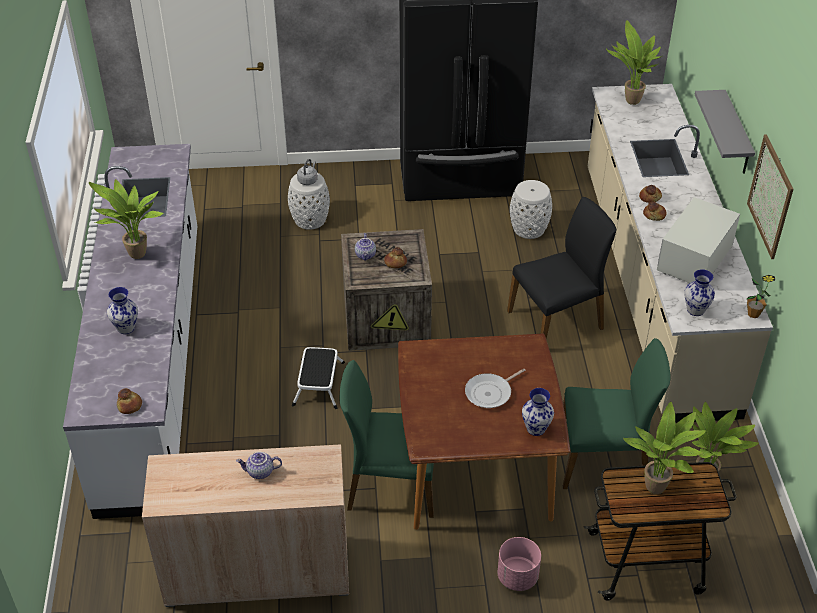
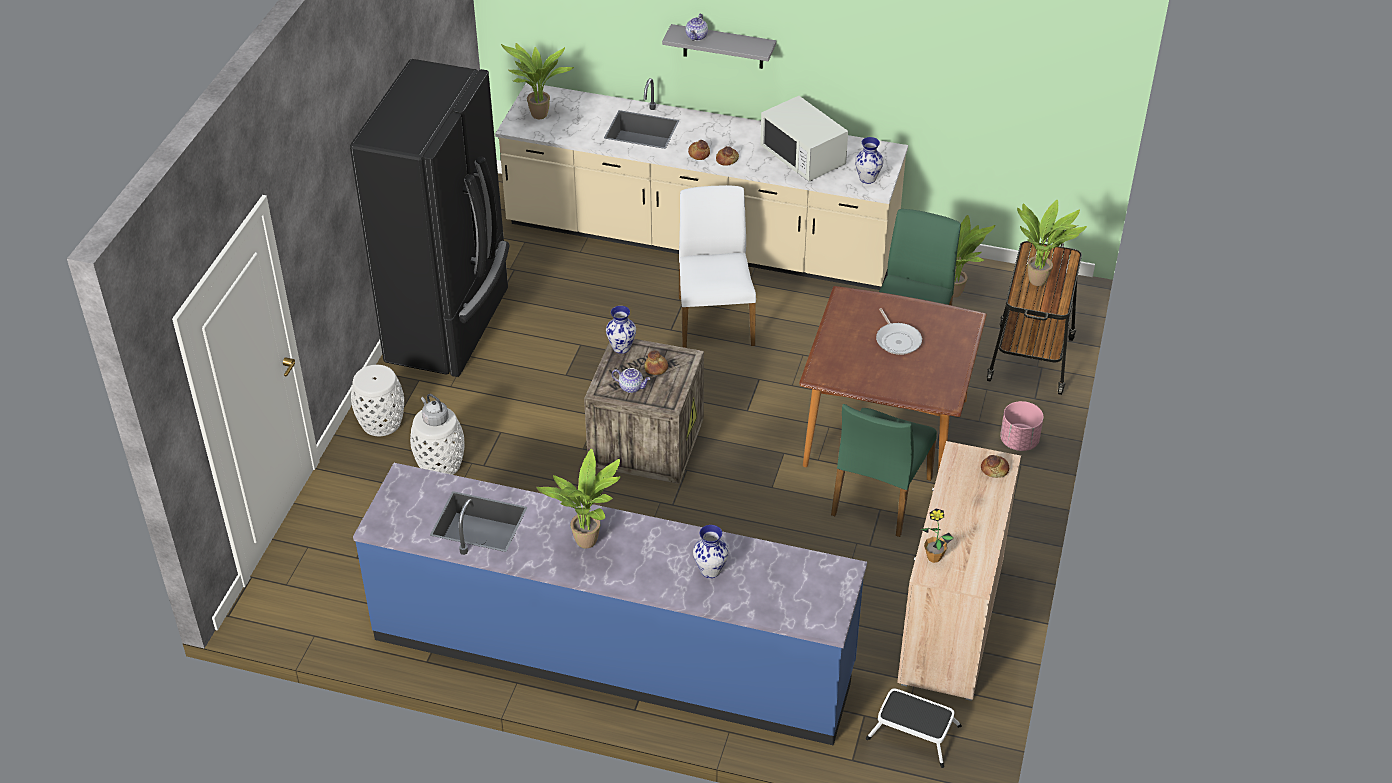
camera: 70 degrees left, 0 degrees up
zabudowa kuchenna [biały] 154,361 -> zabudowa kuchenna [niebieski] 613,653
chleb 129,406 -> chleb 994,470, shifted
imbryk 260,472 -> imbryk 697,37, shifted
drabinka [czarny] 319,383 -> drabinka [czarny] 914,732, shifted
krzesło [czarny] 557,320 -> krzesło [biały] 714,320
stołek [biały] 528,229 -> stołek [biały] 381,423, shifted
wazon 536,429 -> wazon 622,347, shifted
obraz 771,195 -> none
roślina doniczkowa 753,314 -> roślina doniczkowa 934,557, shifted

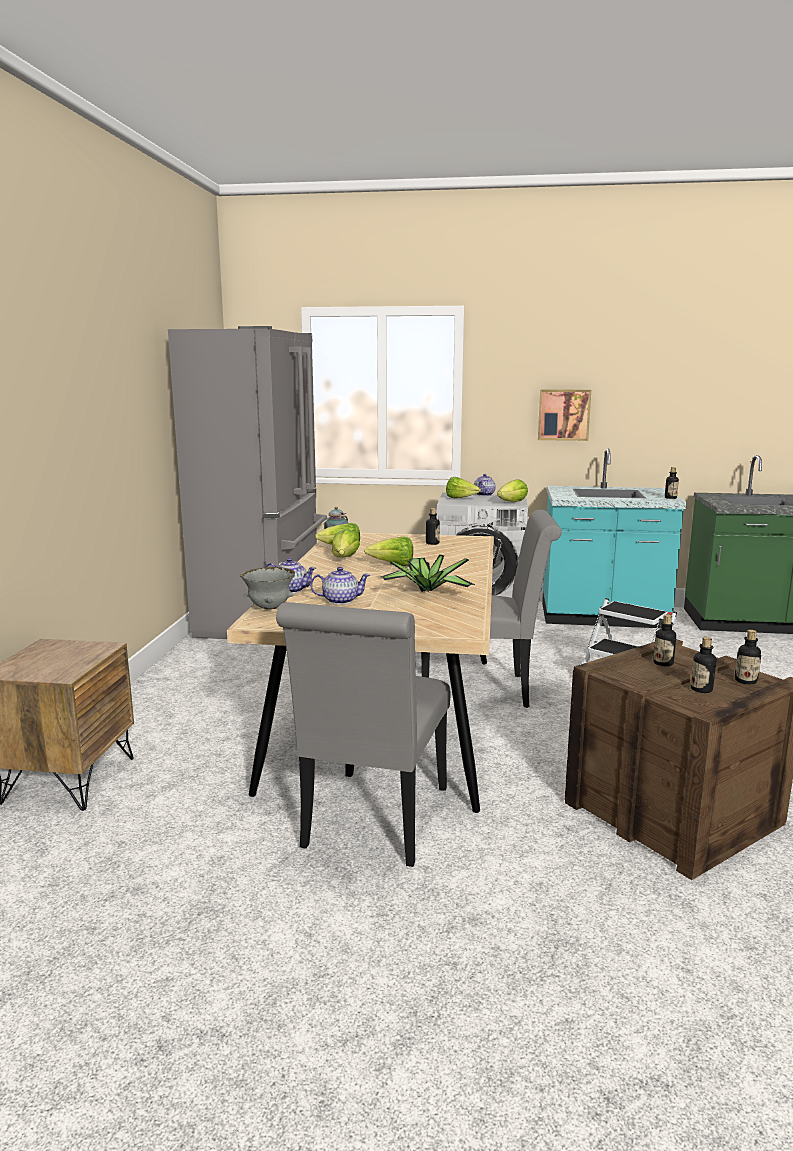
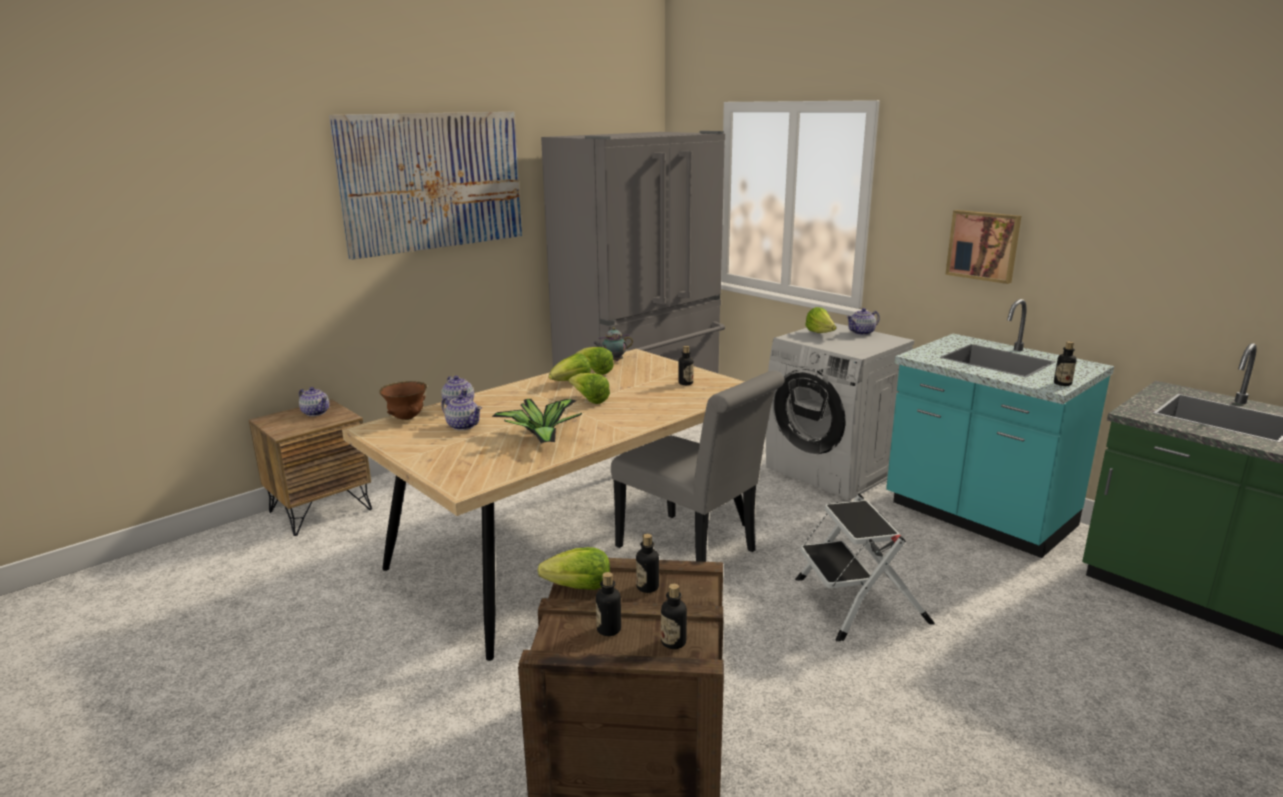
camera: 40 degrees right, 5 degrees up
miska [szary] 269,608 -> miska [brązowy] 407,418
krzesło [szary] 373,823 -> none
sałata 512,502 -> sałata 579,588, shifted
none -> imbryk 315,412
none -> obraz 433,181

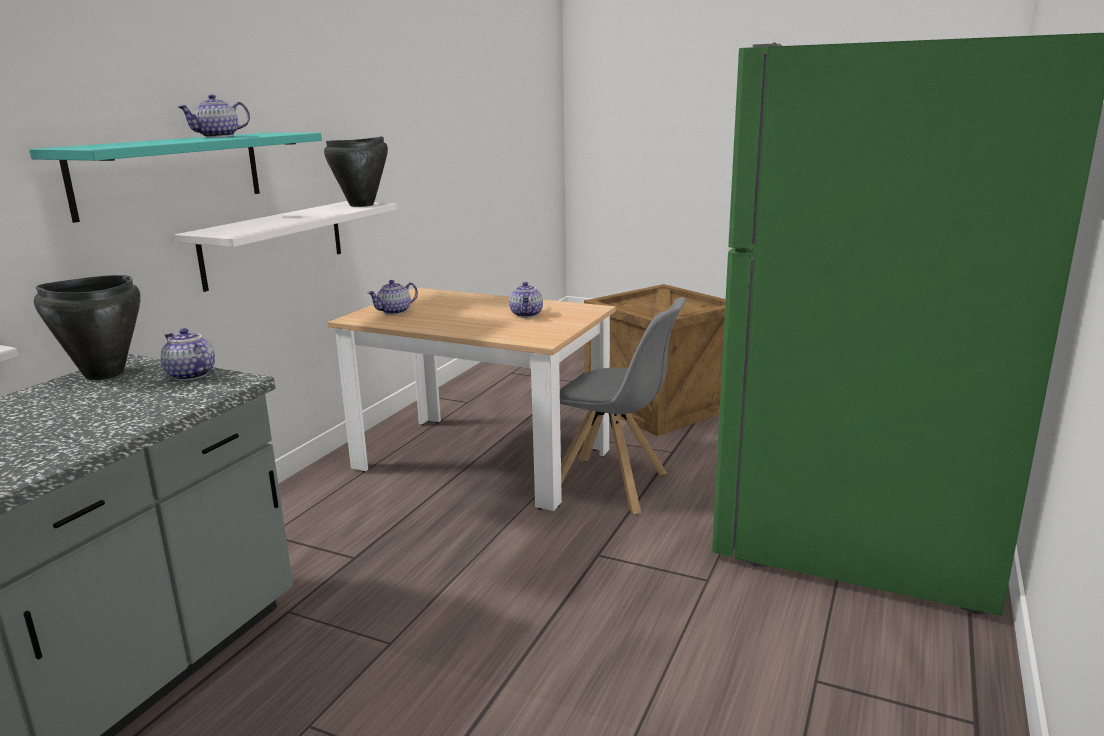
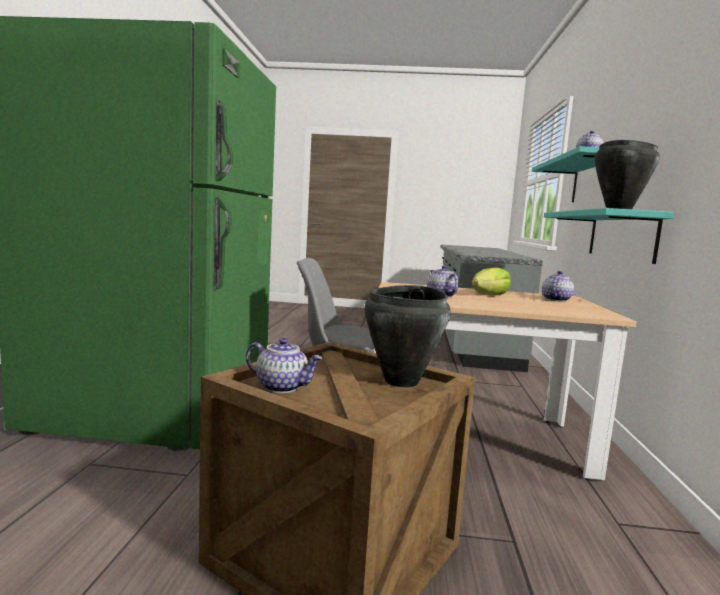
camera: 160 degrees right, 10 degrees down
garnek [czarny] 103,374 -> garnek [czarny] 402,381, shifted
imbryk 189,375 -> imbryk 283,387, shifted
półka [biały] 274,243 -> półka [turkusowy] 621,236
none -> sałata 489,295

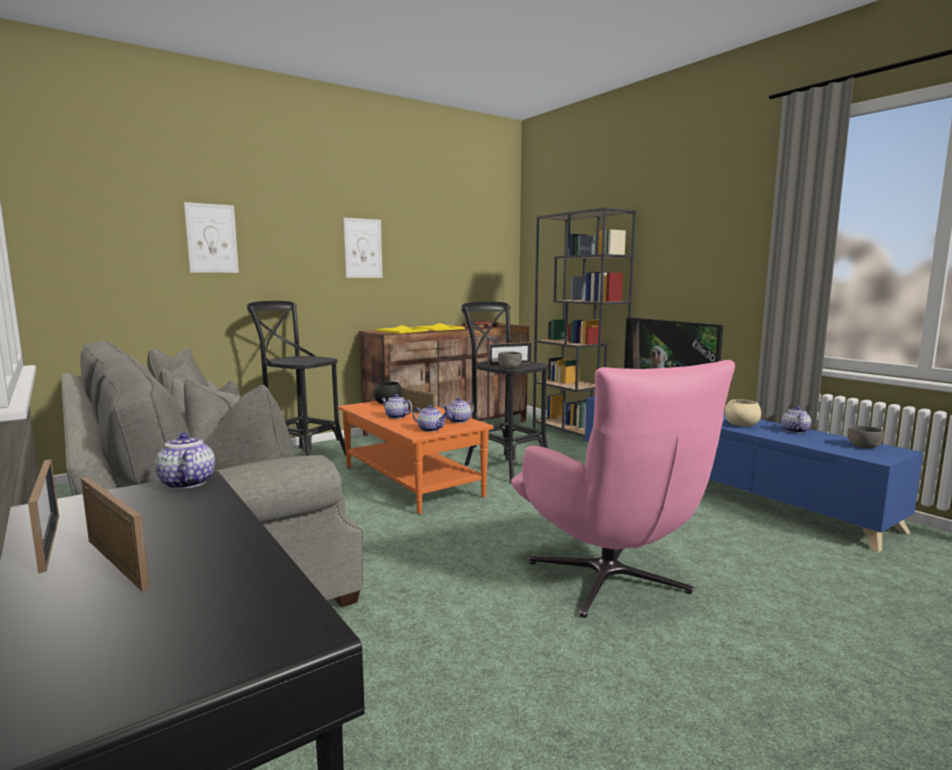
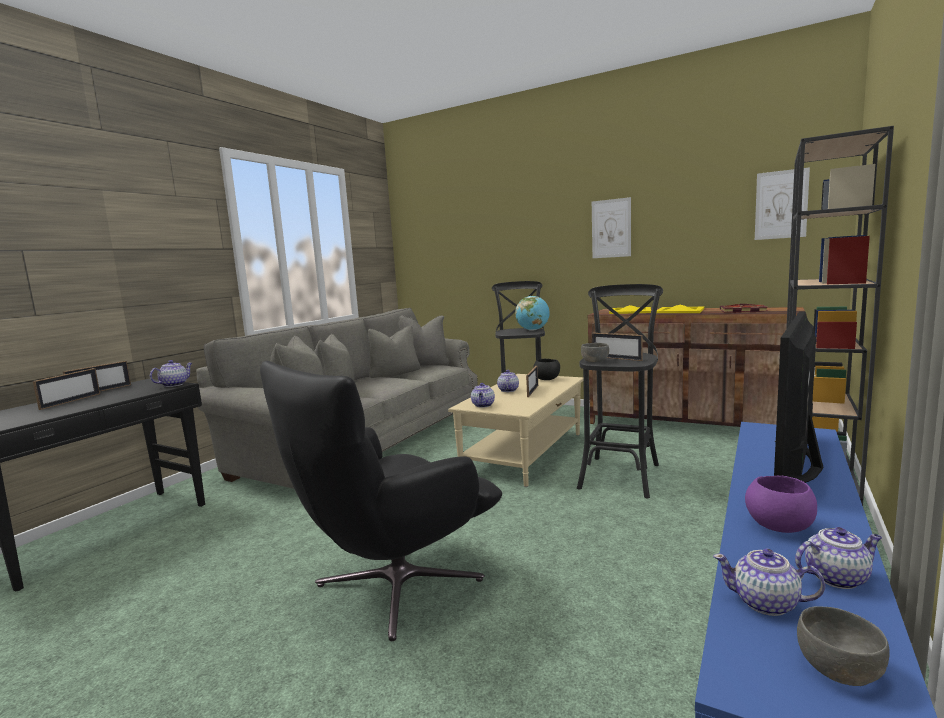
camera: 65 degrees right, 0 degrees up
obraz 212,238 -> obraz 781,204, shifted
ława [pomarańczowy] 411,481 -> ława [beżowy] 525,453
imbryk 459,421 -> imbryk 766,603, shifted
fotel [różowy] 607,577 -> fotel [czarny] 398,583
miska [beżowy] 741,425 -> miska [fioletowy] 780,526
none -> globus 533,330

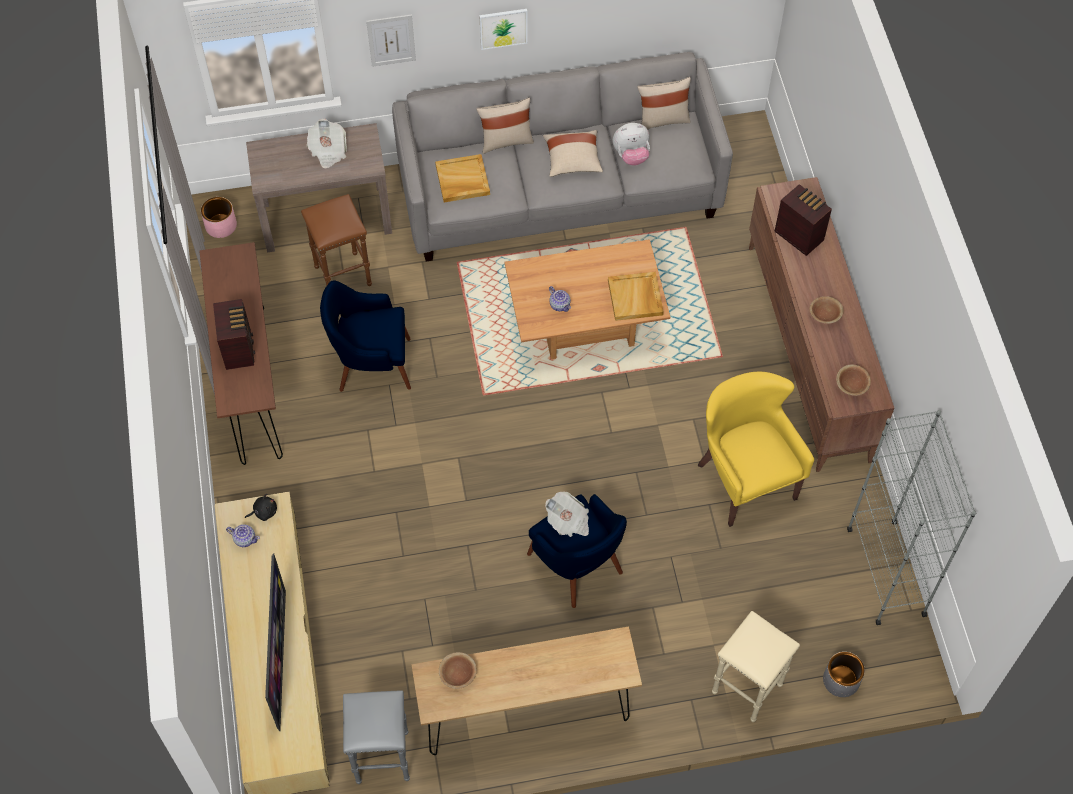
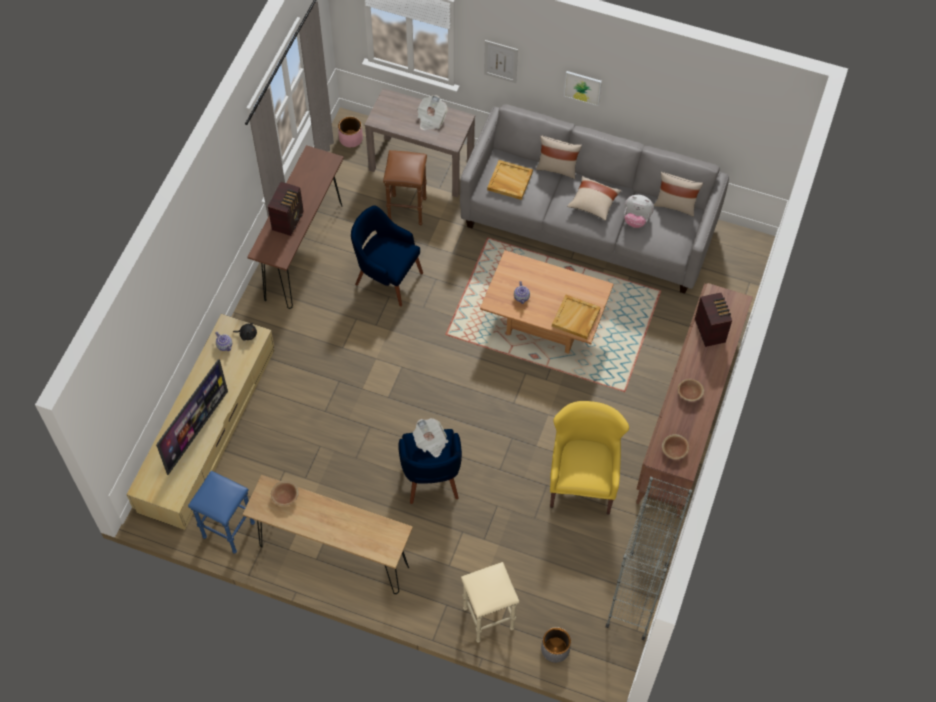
camera: 30 degrees right, 0 degrees up
stołek [szary] 383,755 -> stołek [niebieski] 230,529

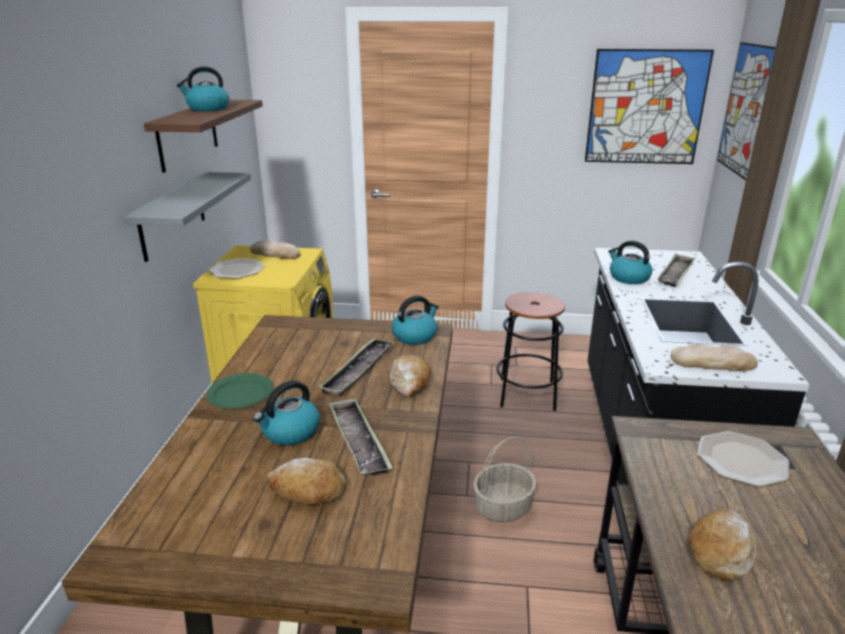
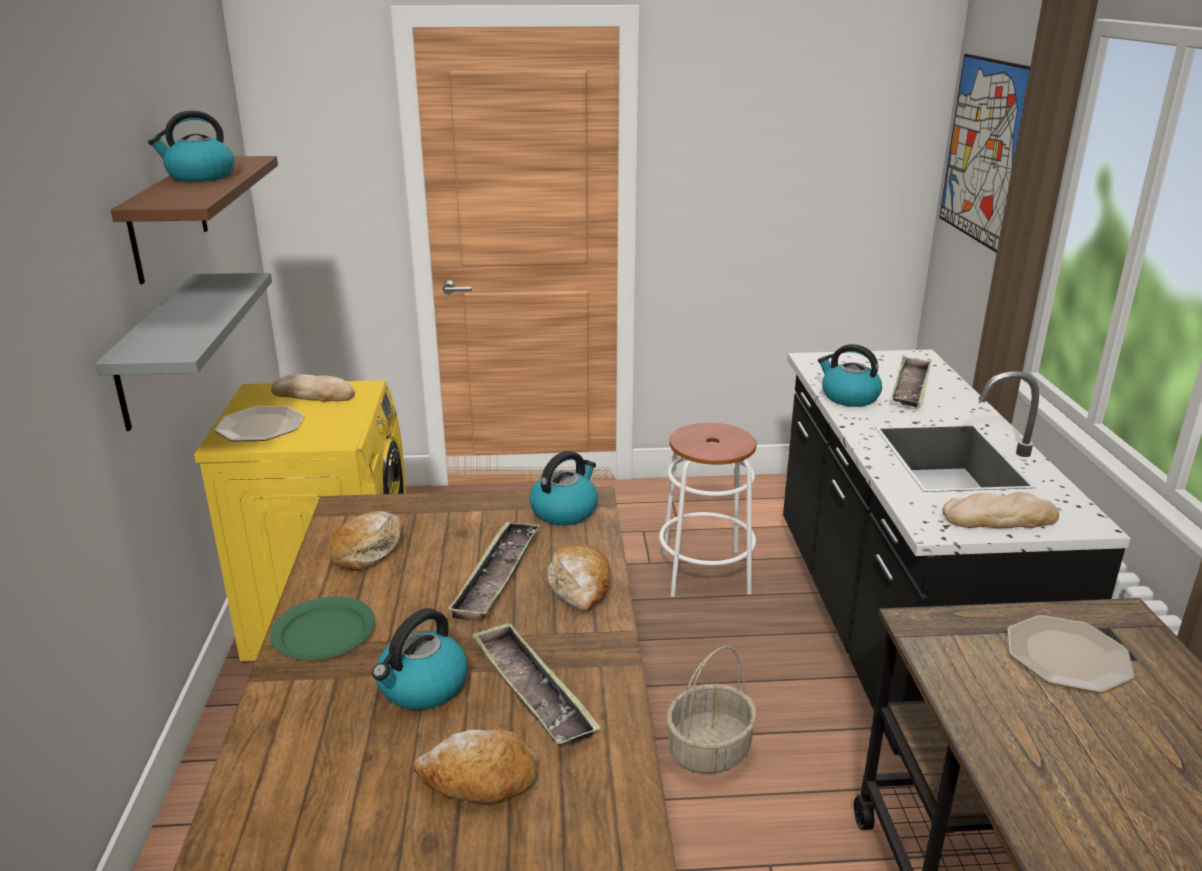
camera: 10 degrees left, 0 degrees up
stołek [czarny] 527,394 -> stołek [biały] 705,572
obraz 646,107 -> none
chleb 721,551 -> chleb 368,550, shifted

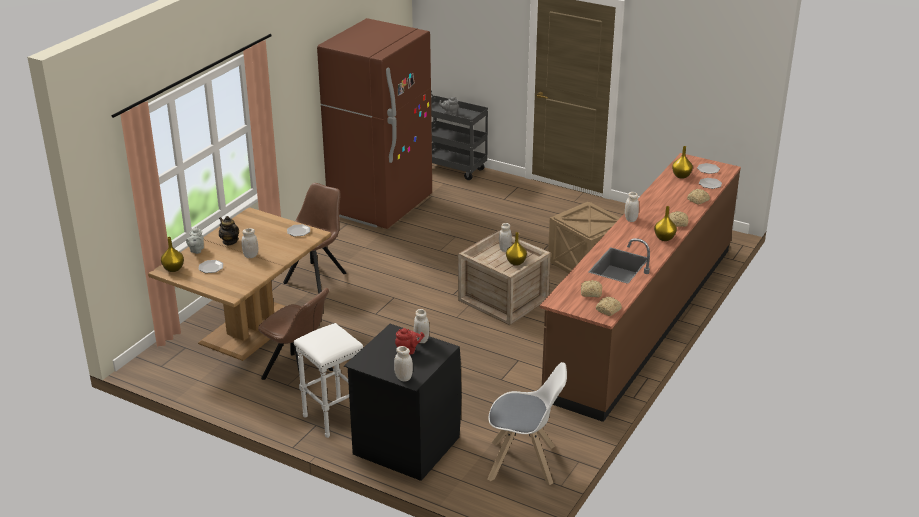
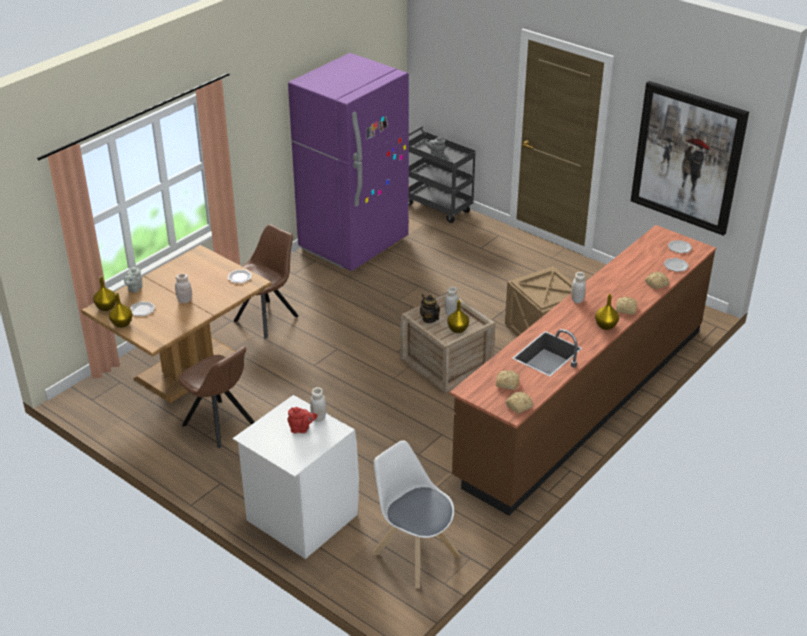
camera: 10 degrees right, 5 degrees up
imbryk 230,241 -> imbryk 429,319, shifted
stołek [biały] 333,417 -> none
lodówka [brązowy] 381,206 -> lodówka [fioletowy] 354,244
pralka [czarny] 404,446 -> pralka [biały] 300,517
słoik [biały] 403,378 -> none
krzesło 524,463 -> krzesło 414,553, 150 degrees counterclockwise
wazon [żółty] 681,176 -> wazon [żółty] 121,324, shifted
none -> obraz 687,158

